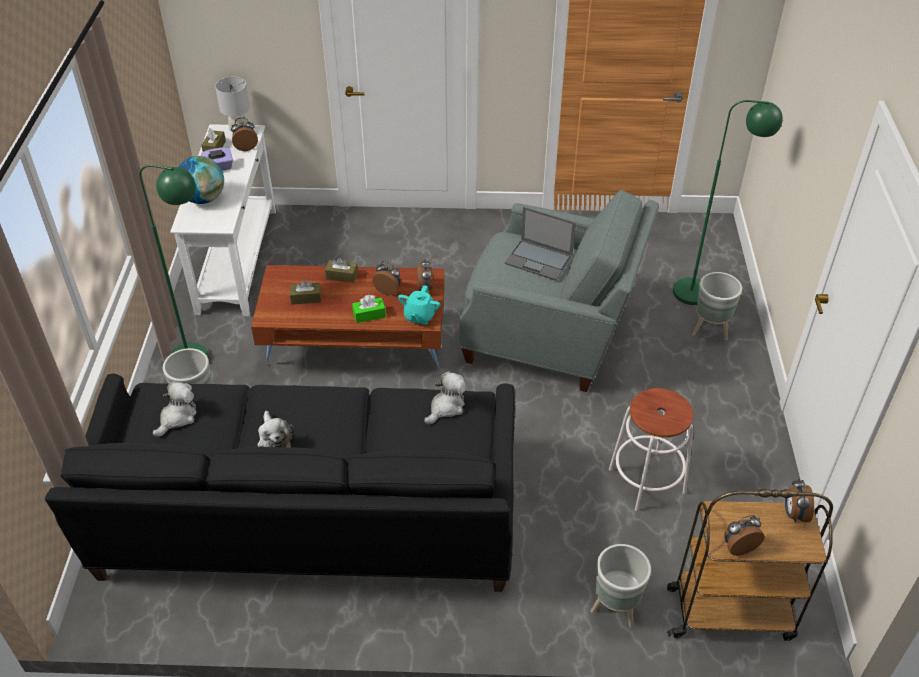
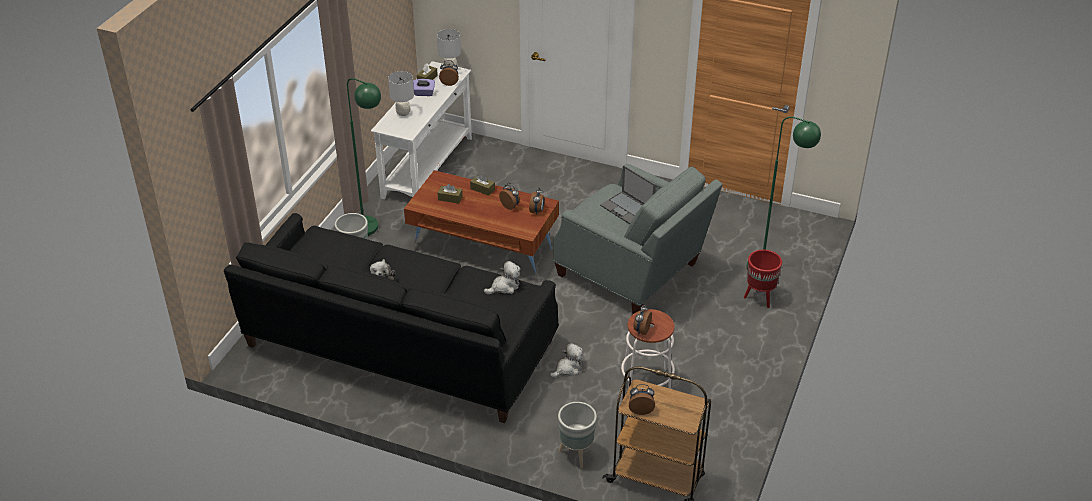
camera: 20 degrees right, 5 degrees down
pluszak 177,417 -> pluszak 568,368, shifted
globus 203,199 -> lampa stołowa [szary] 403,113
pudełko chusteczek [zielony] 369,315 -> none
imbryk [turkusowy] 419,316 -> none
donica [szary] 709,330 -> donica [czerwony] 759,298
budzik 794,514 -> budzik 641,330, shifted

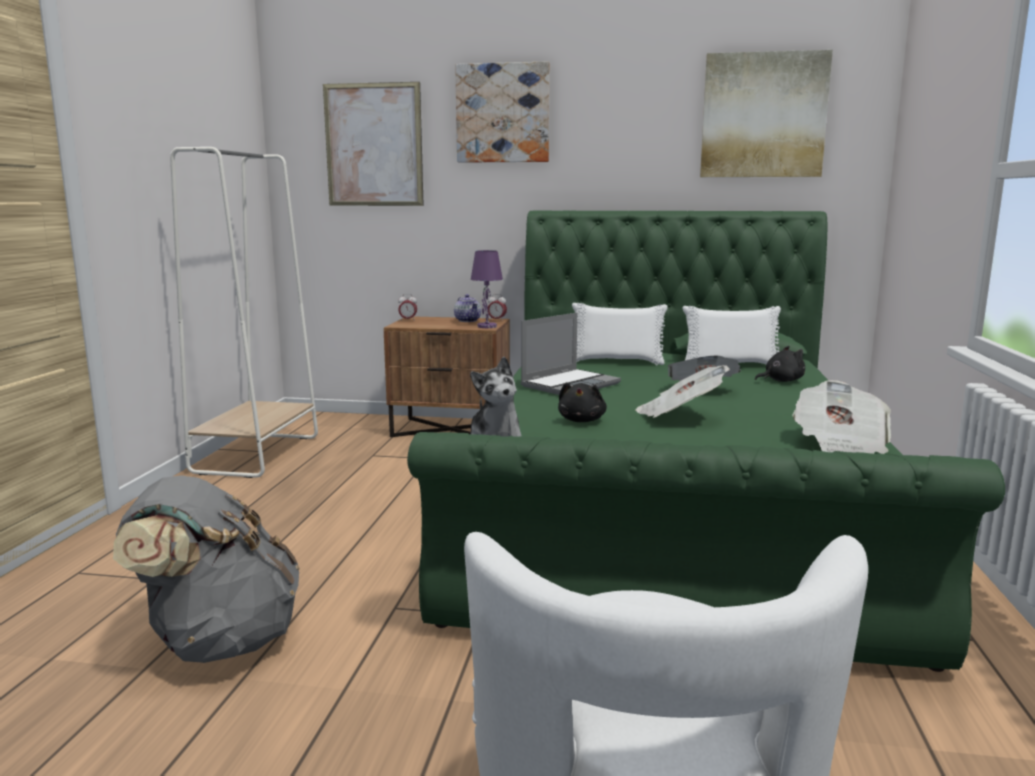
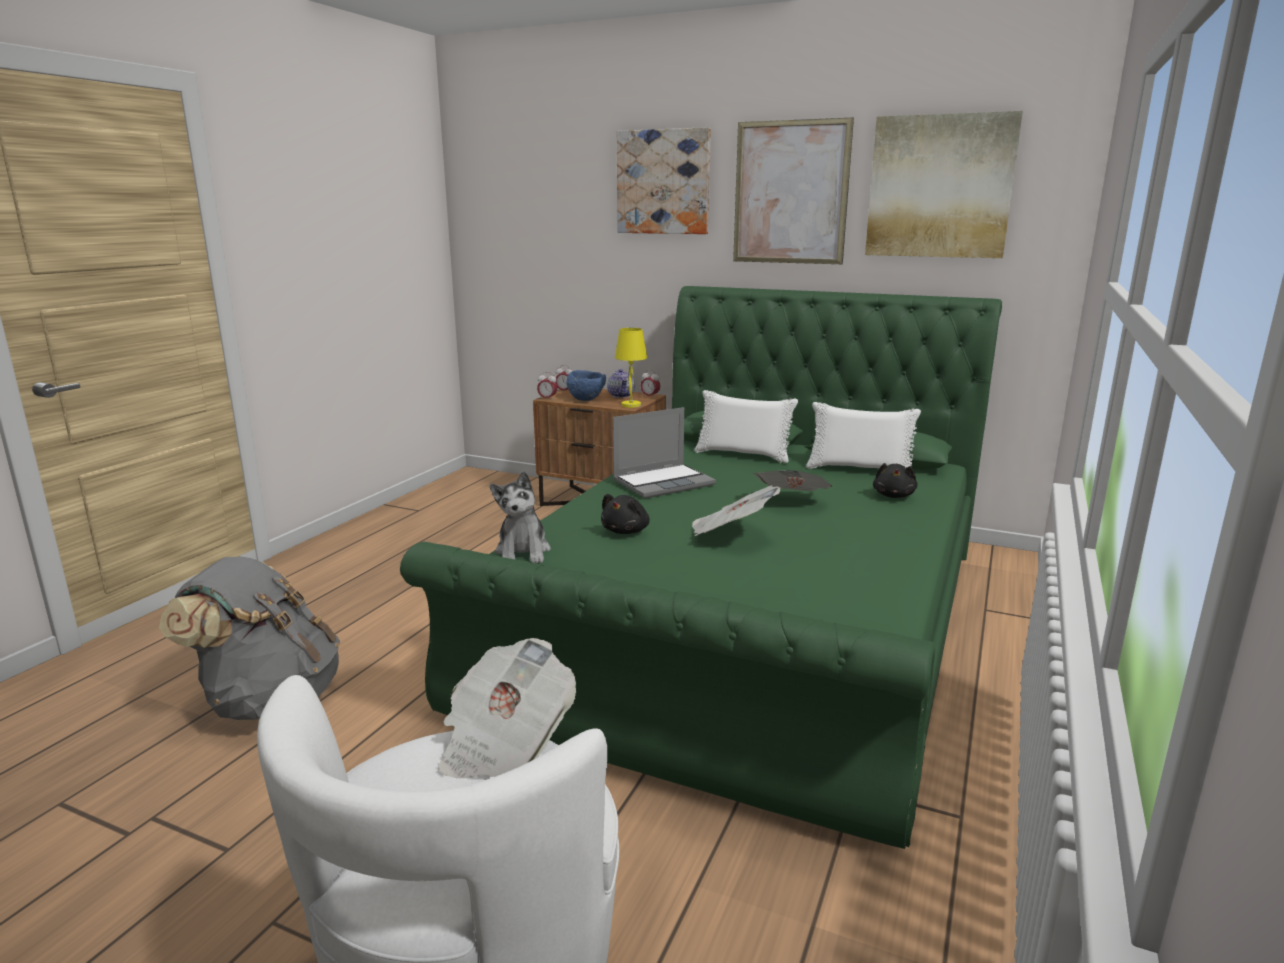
camera: 15 degrees right, 5 degrees up
wieszak 257,455 -> none
obraz 373,145 -> obraz 790,193, shifted
lampa stołowa [fioletowy] 486,326 -> lampa stołowa [żółty] 630,405
pluszak [czarny] 781,381 -> pluszak [czarny] 894,495, 105 degrees clockwise
gazeta 839,446 -> gazeta 504,741, shifted
none -> budzik 547,399
none -> miska [niebieski] 587,399

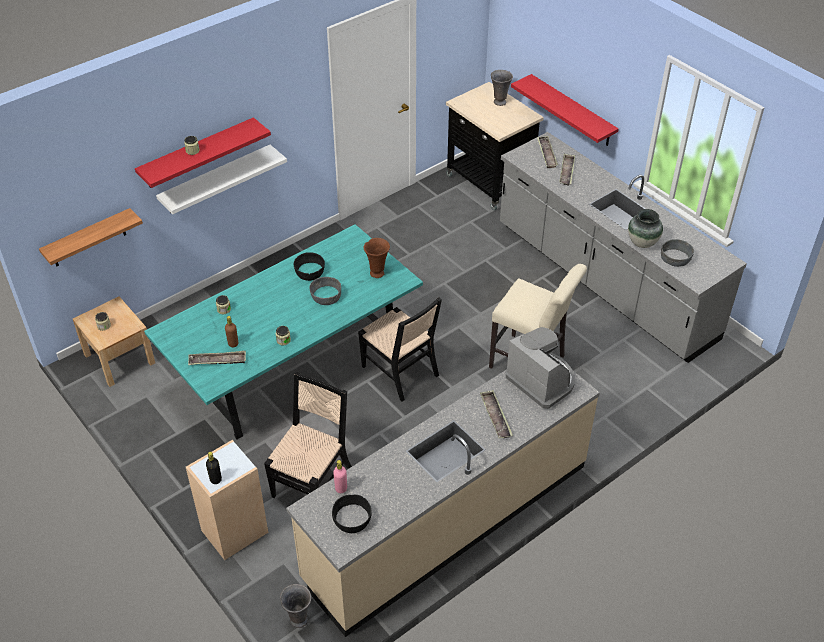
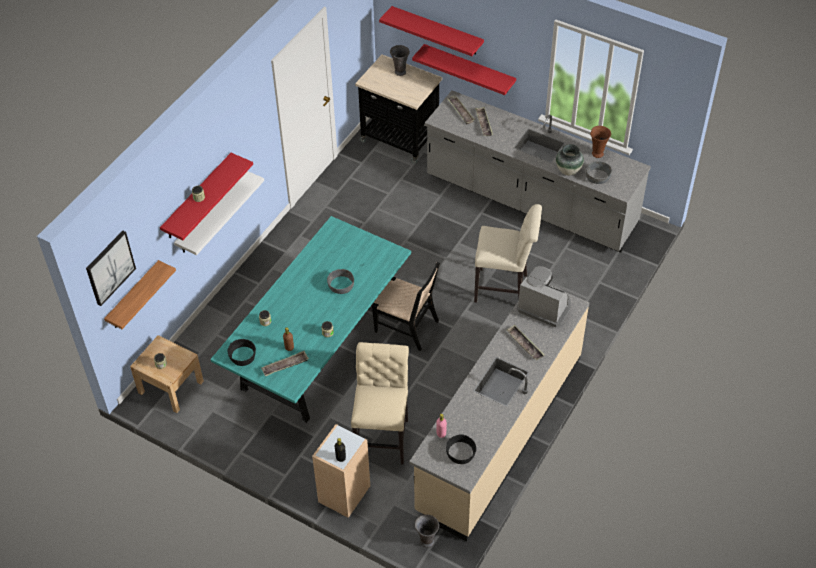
camera: 20 degrees left, 5 degrees up
krzesło 312,481 -> stołek [beżowy] 383,436
miska [czarny] 309,271 -> miska [czarny] 242,355, shifted
wazon [brązowy] 377,272 -> wazon [brązowy] 597,153, shifted
none -> obraz 110,267
none -> półka [czerwony] 437,31

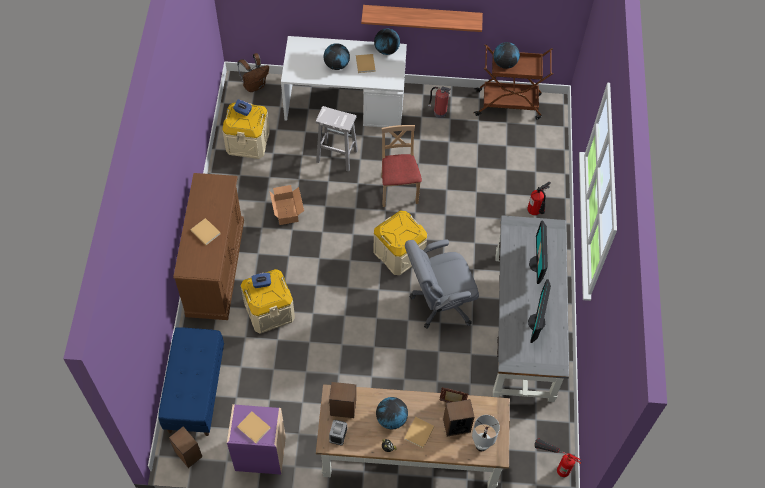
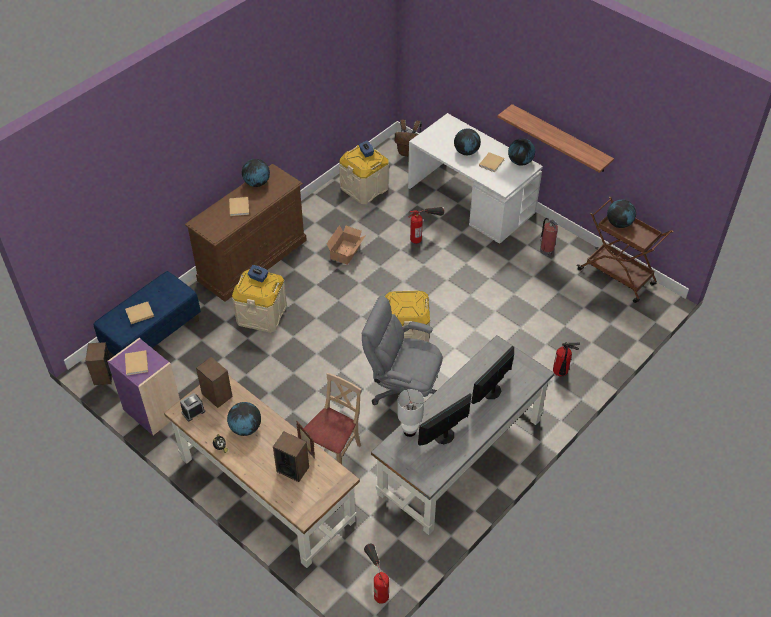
camera: 40 degrees right, 10 degrees down
stołek [biały] 336,156 -> gaśnica 424,235
krzesło [beżowy] 398,190 -> krzesło [beżowy] 334,453, shifted
książka [beżowy] 418,433 -> książka [beżowy] 139,313, shifted
lampa stołowa [biały] 481,445 -> lampa stołowa [biały] 410,431, shifted
none -> globus 257,183

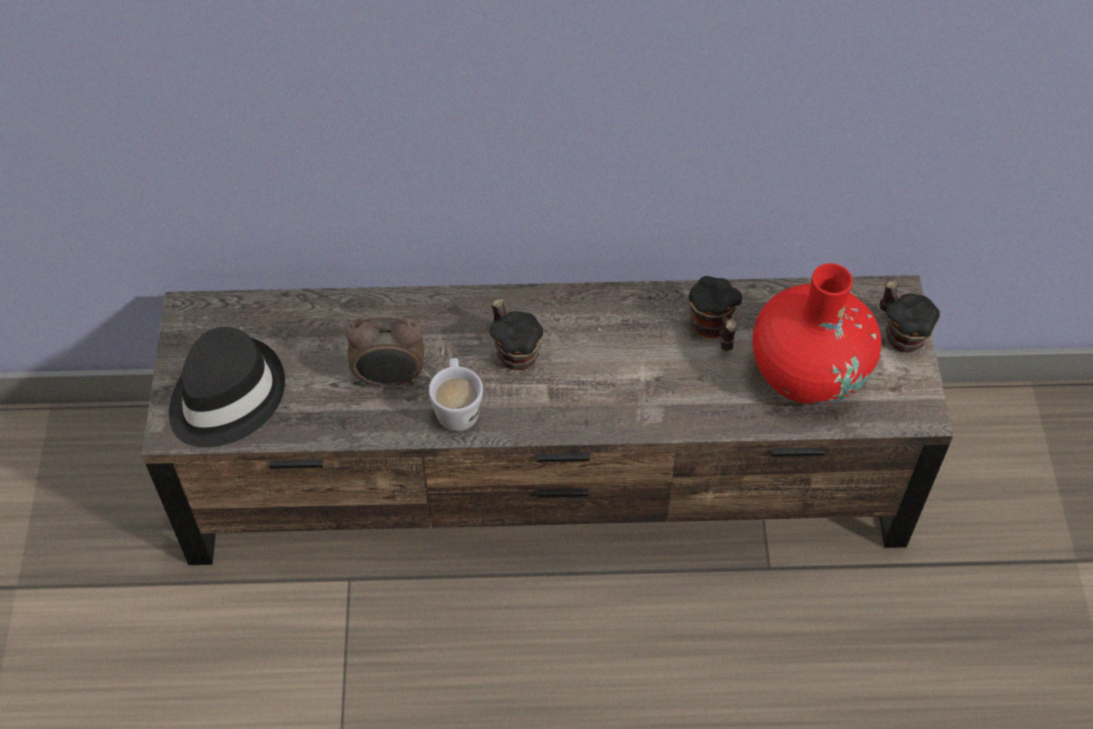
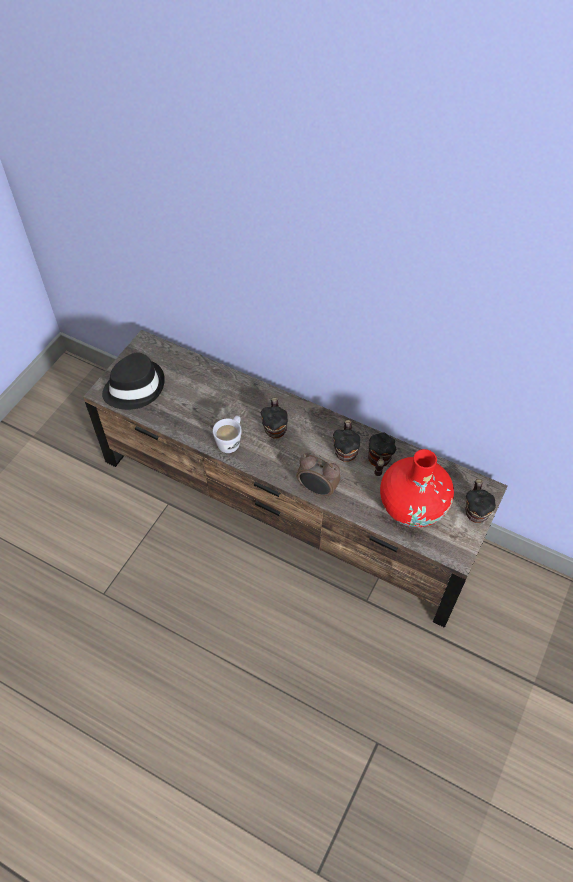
camera: 30 degrees right, 0 degrees up
budzik 390,378 -> budzik 317,489, shifted
none -> kubek 346,450

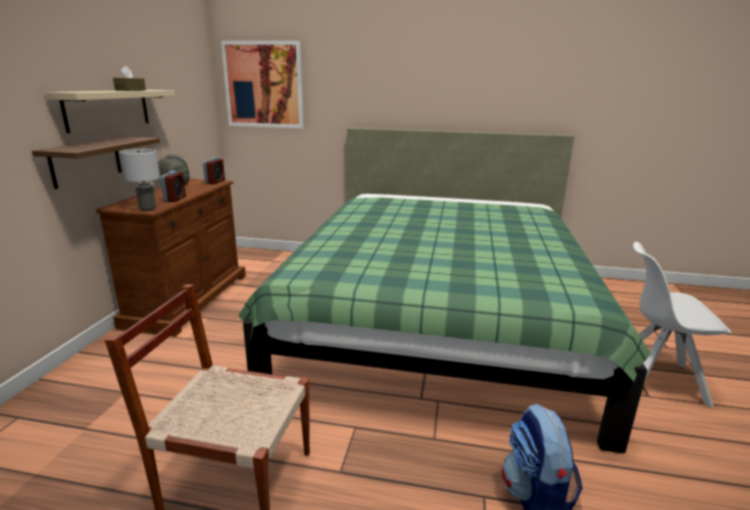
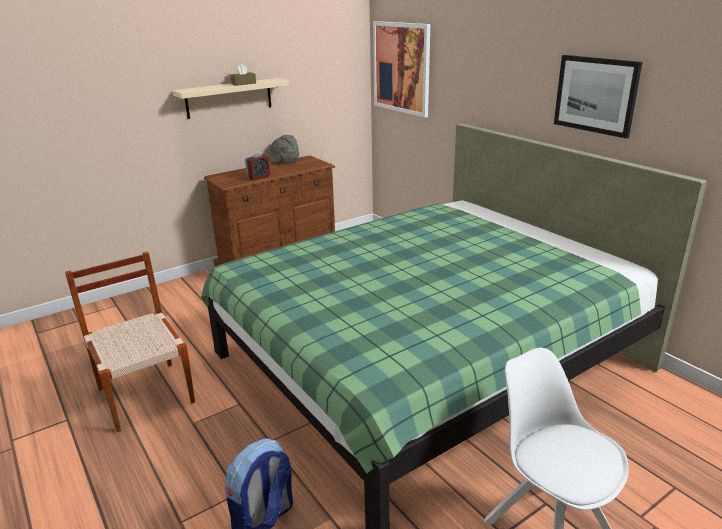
camera: 45 degrees right, 5 degrees up
półka [brązowy] 86,161 -> none
lampa stołowa [biały] 147,209 -> none
budzik 215,182 -> none
none -> obraz 596,95

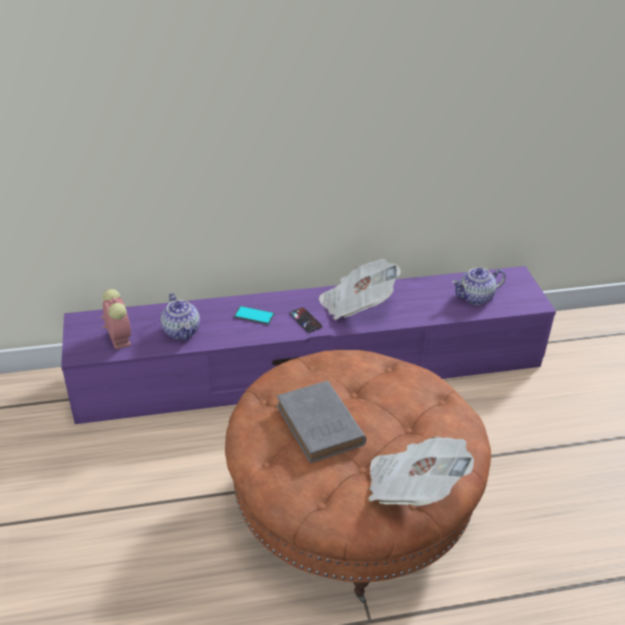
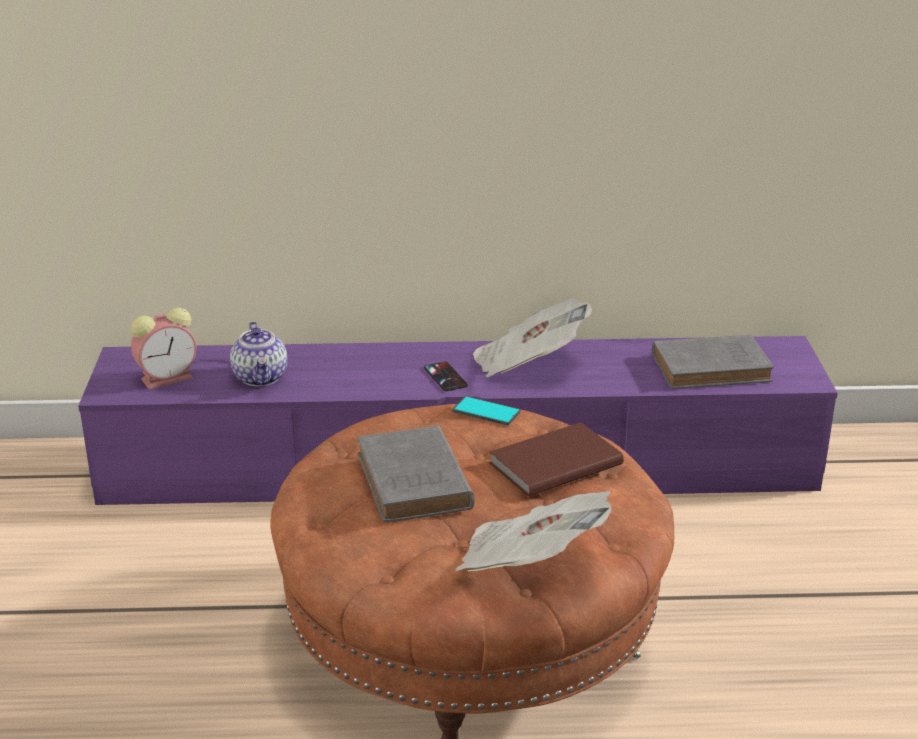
camera: 10 degrees right, 10 degrees down
budzik 118,337 -> budzik 169,378, 75 degrees clockwise
telefon 254,316 -> telefon 486,412, shifted
imbryk 475,298 -> książka [szary] 714,368
none -> książka [brązowy] 552,463

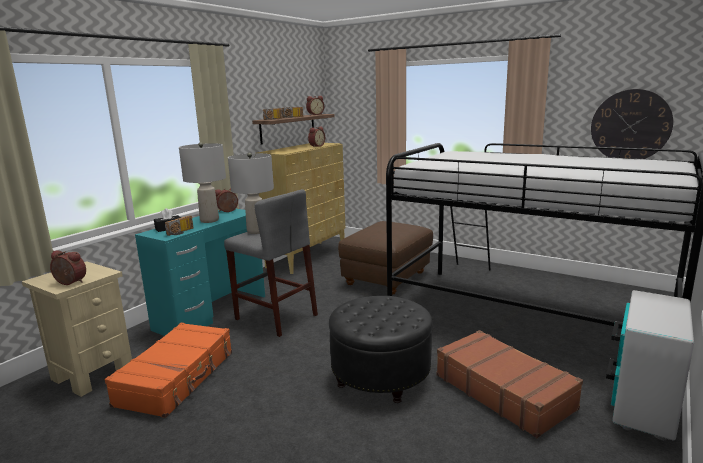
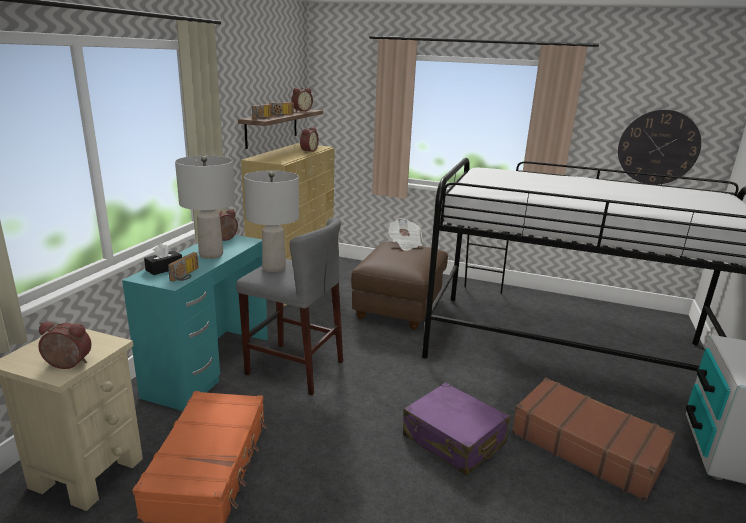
camera: 15 degrees left, 5 degrees up
pufa [czarny] 381,376 -> walizka [fioletowy] 453,440
none -> gazeta 405,244

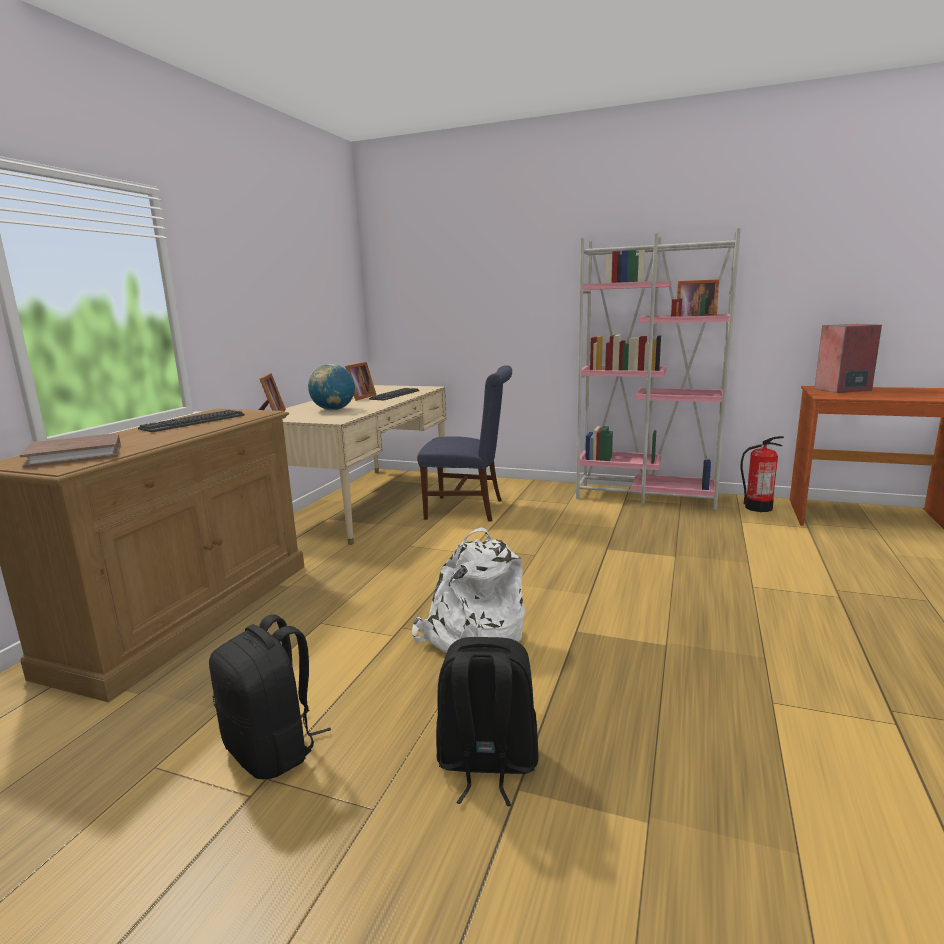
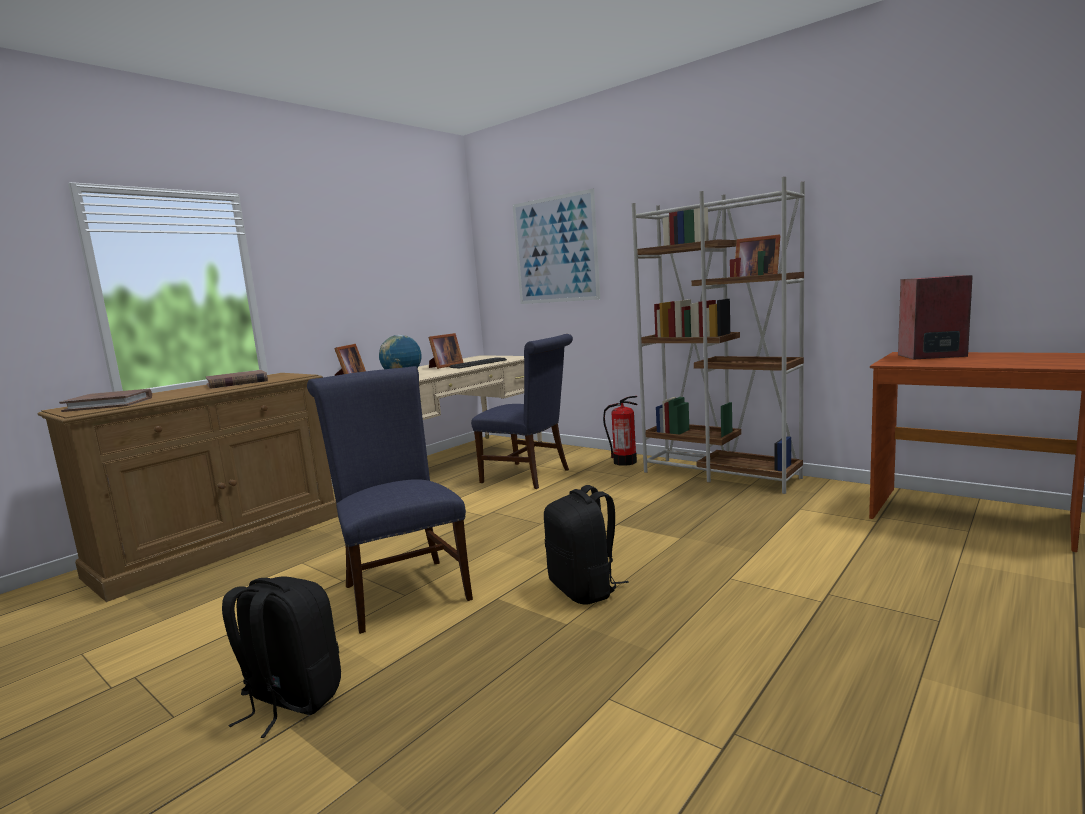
camera: 20 degrees right, 5 degrees down
klawiatura 194,422 -> książka [brązowy] 237,383
plecak [czarny] 273,750 -> plecak [czarny] 585,589, shifted
plecak [biały] 471,635 -> krzesło [niebieski] 402,589
regał [różowy] 646,496 -> regał [brązowy] 720,475
gaśnica 758,507 -> gaśnica 624,462, shifted
none -> obraz 555,250

